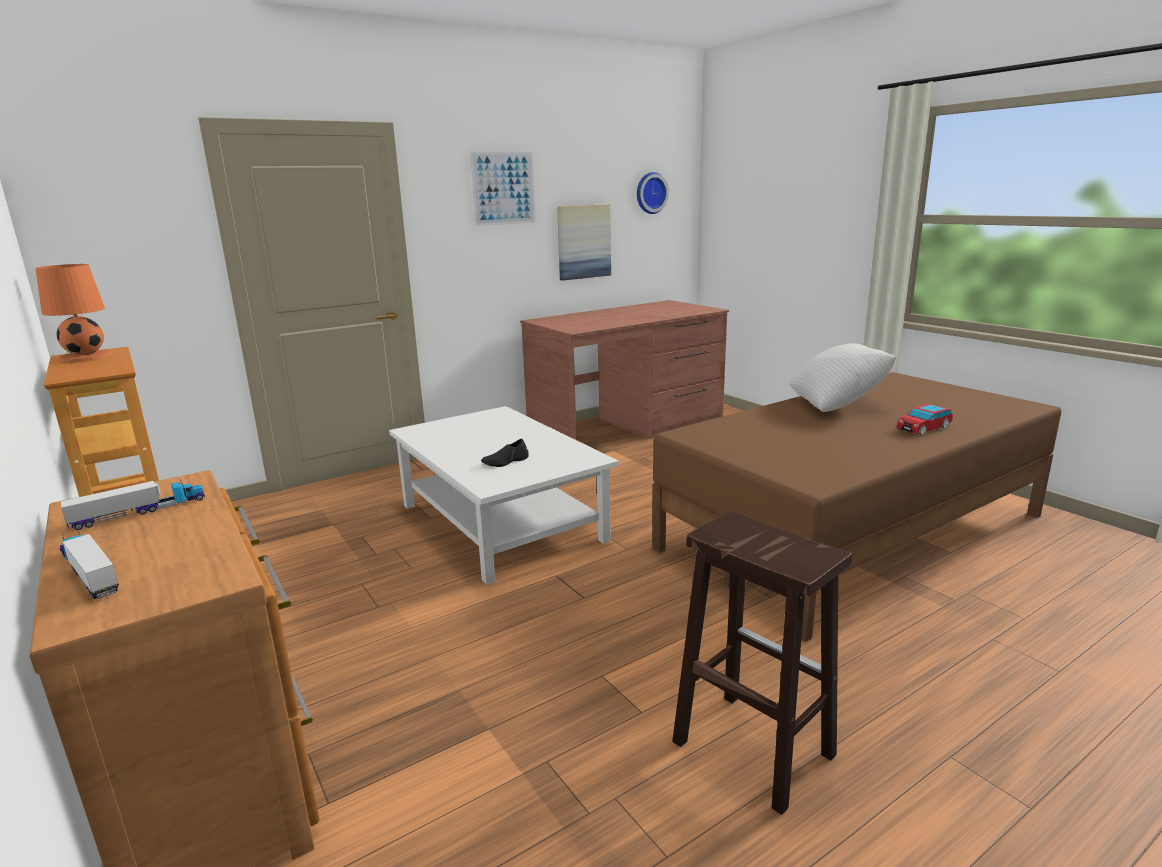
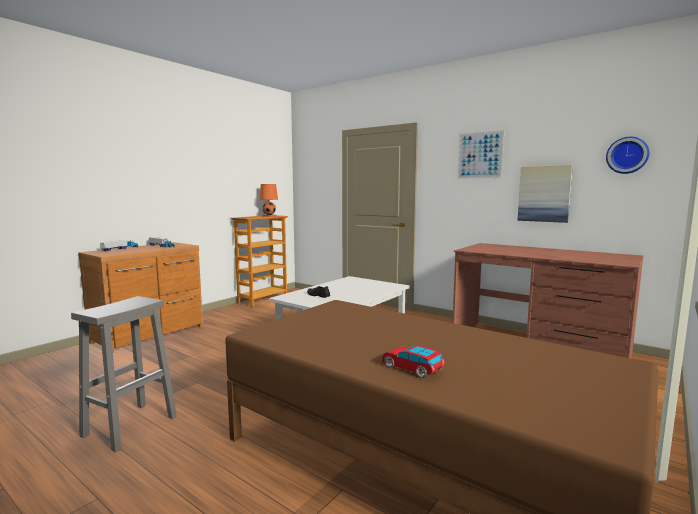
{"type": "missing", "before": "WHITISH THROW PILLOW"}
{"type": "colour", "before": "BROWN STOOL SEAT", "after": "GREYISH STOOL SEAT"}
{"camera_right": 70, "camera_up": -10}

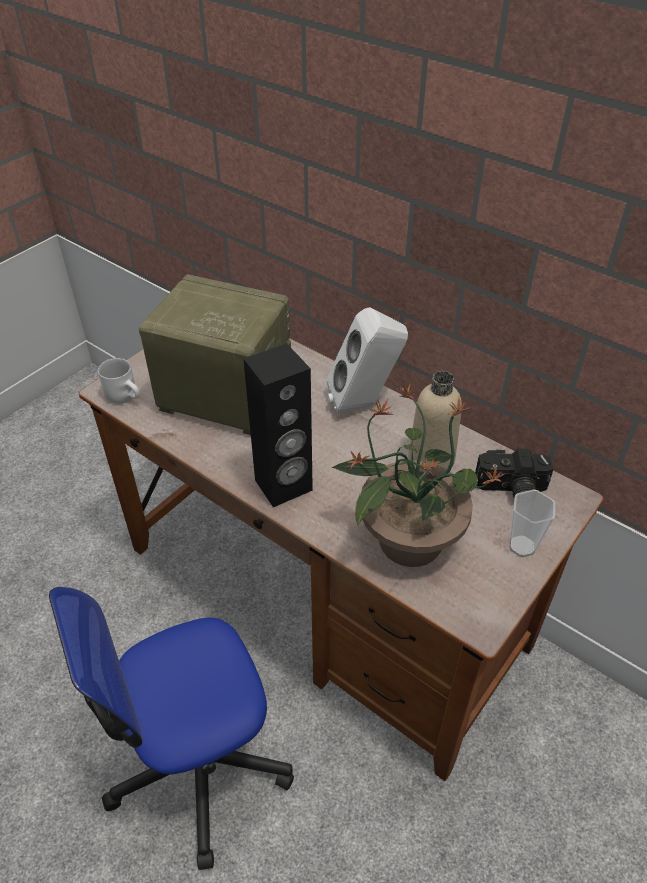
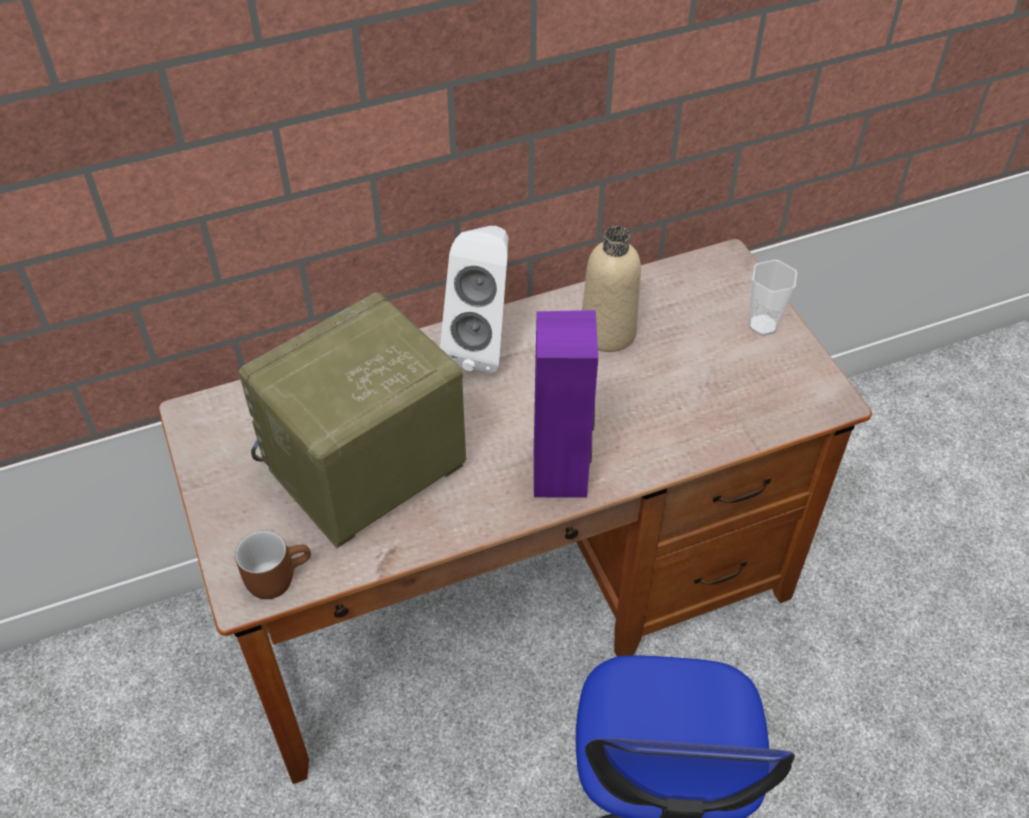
{"type": "missing", "before": "PLANT IN A POT"}
{"type": "missing", "before": "STILL CAMERA"}
{"type": "colour", "before": "WHITISH TEA MUG", "after": "BROWN TEA MUG"}
{"type": "colour", "before": "BLACK AUDIO SPEAKER", "after": "PURPLISH AUDIO SPEAKER"}
{"camera_right": -60, "camera_up": 5}

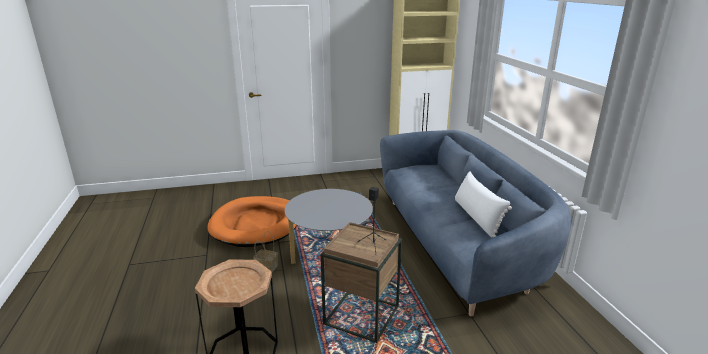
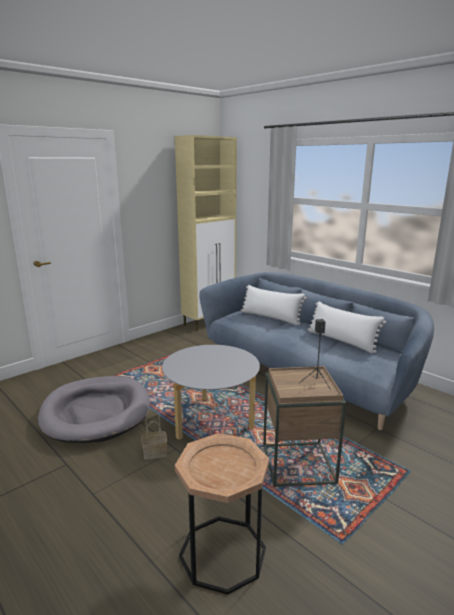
{"type": "appeared", "after": "WHITISH THROW PILLOW (no. 1 from left)"}
{"type": "colour", "before": "ORANGEY DOG BED", "after": "GREYISH DOG BED"}
{"camera_right": -30, "camera_up": -5}

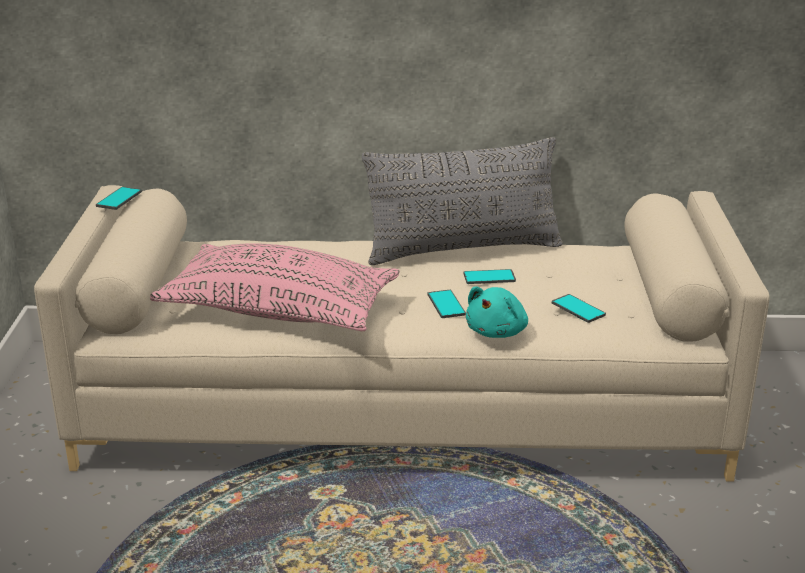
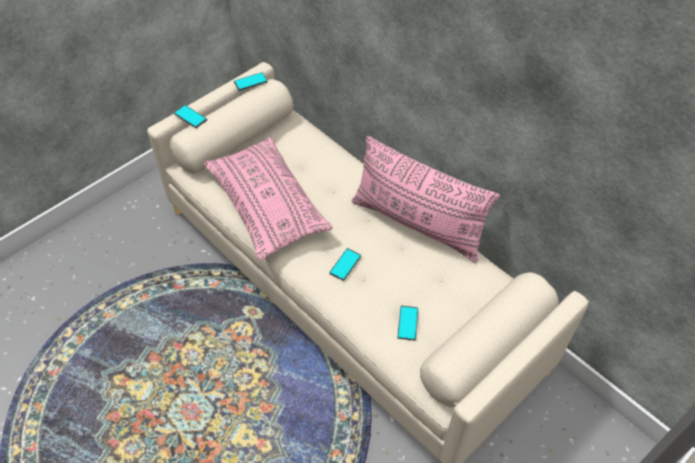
{"type": "missing", "before": "TURQUOISE CUDDLY TOY"}
{"type": "relocated", "before": "PHONE (no. 3 from left in the first image)", "after": "PHONE (no. 1 from left)"}
{"type": "colour", "before": "GREYISH THROW PILLOW", "after": "PINKISH THROW PILLOW (no. 2 from left)"}
{"camera_right": 45, "camera_up": 25}

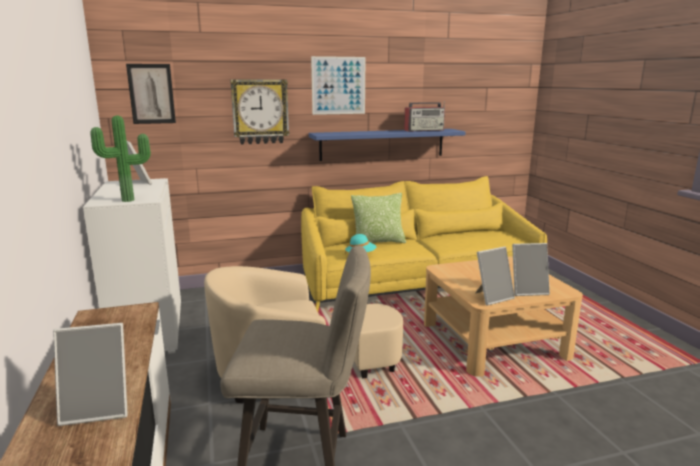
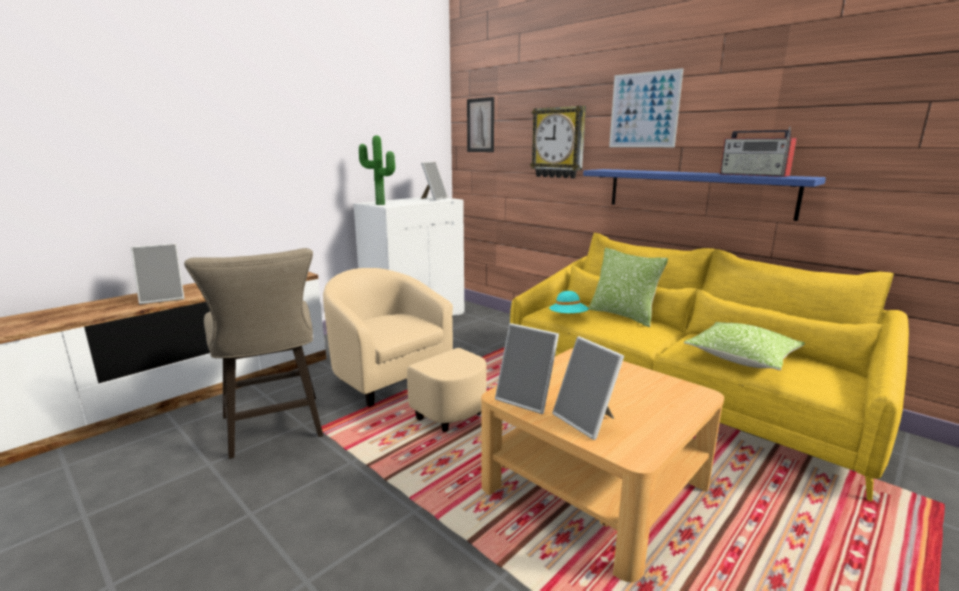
{"type": "appeared", "after": "THROW PILLOW (no. 2 from left)"}
{"type": "spun", "before": "STANDING FRAME (no. 1 from left)", "turn": -75}
{"camera_right": 60, "camera_up": 0}

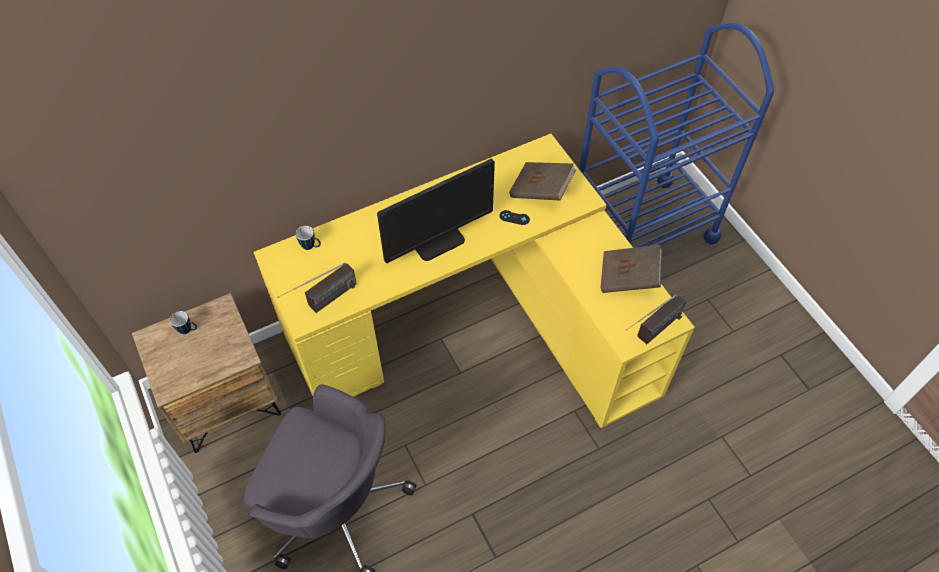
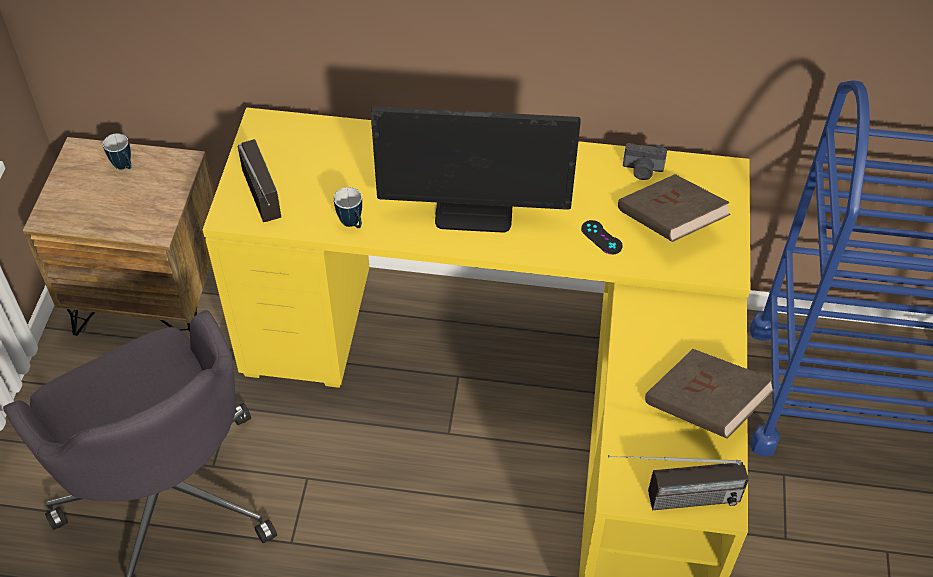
{"type": "appeared", "after": "STILL CAMERA"}
{"type": "relocated", "before": "TEA MUG (no. 2 from left)"}
{"type": "spun", "before": "RADIO SET (no. 1 from left)", "turn": -105}
{"camera_right": 35, "camera_up": -5}

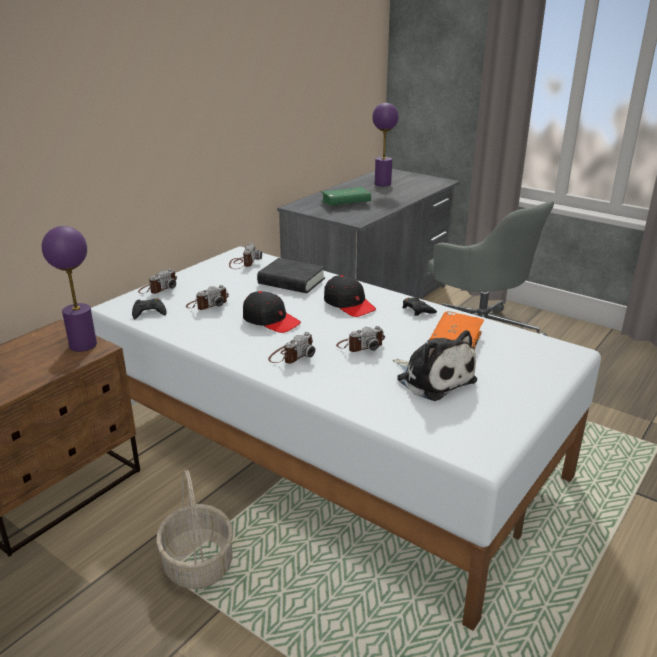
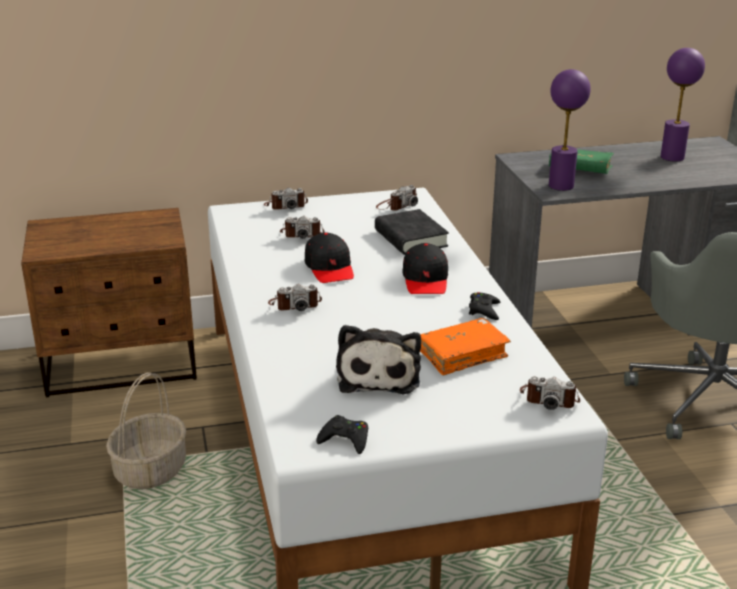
{"type": "relocated", "before": "PURPLISH TABLE LAMP (no. 1 from left)"}
{"type": "relocated", "before": "BLACK GAMEPAD (no. 1 from left)"}
{"type": "relocated", "before": "STILL CAMERA (no. 5 from left)"}
{"camera_right": 40, "camera_up": 0}

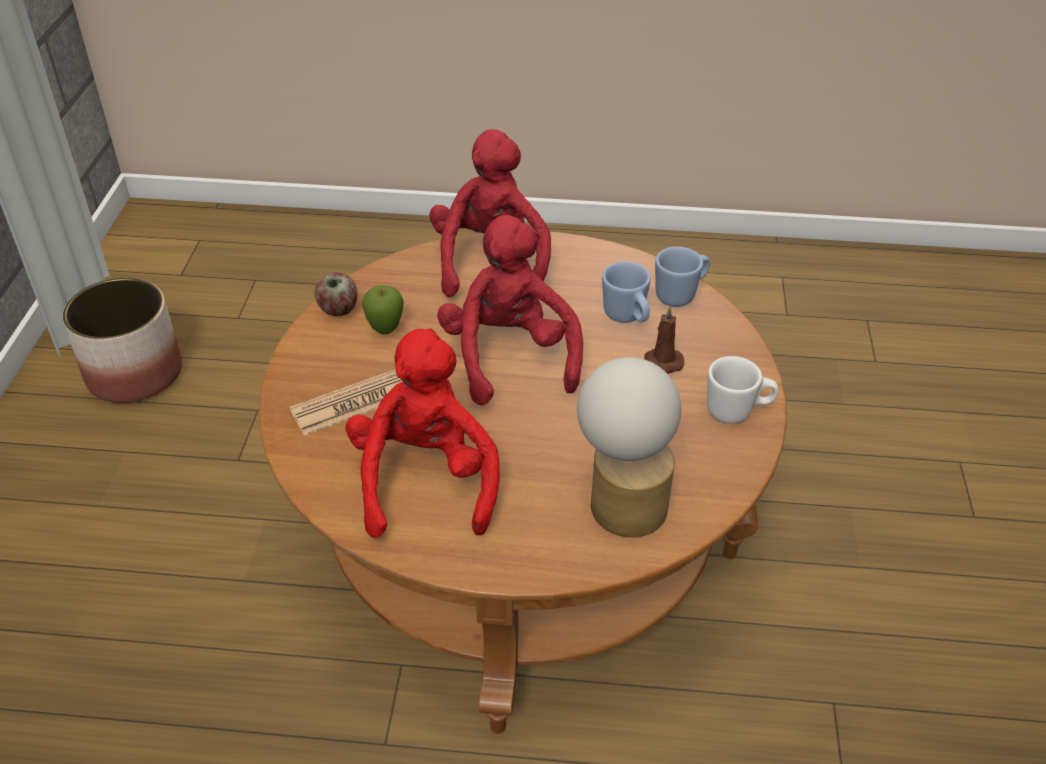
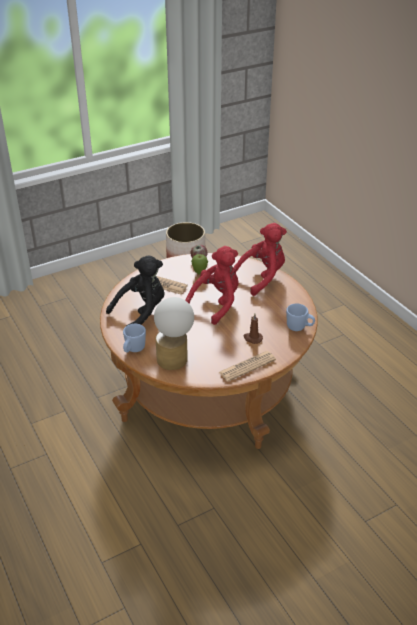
{"type": "relocated", "before": "BLUE-COLOURED TEA MUG (no. 1 from left)"}
{"type": "exchanged", "before": "WHITISH TEA MUG", "after": "DAILY PAPER (no. 2 from left)"}
{"type": "colour", "before": "RED-COLOURED CUDDLY TOY (no. 1 from left)", "after": "BLACK CUDDLY TOY"}
{"camera_right": 55, "camera_up": -5}

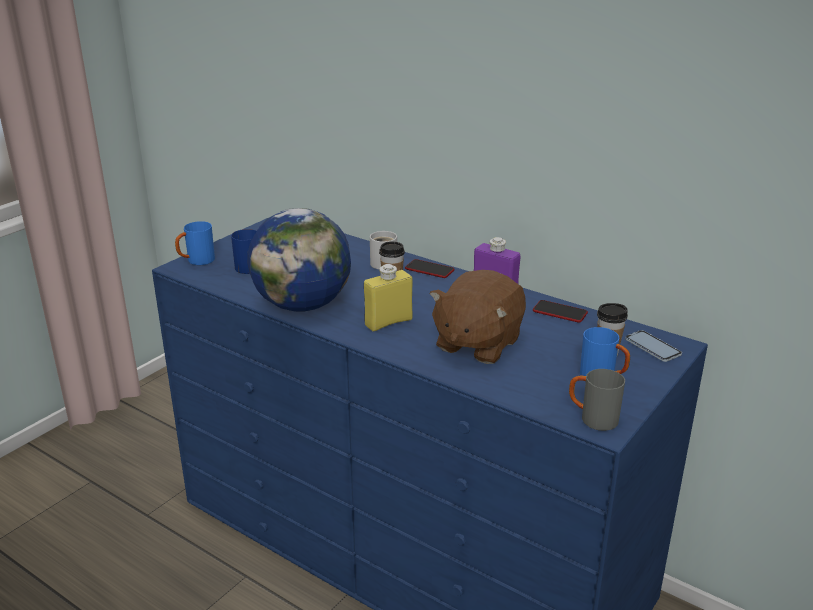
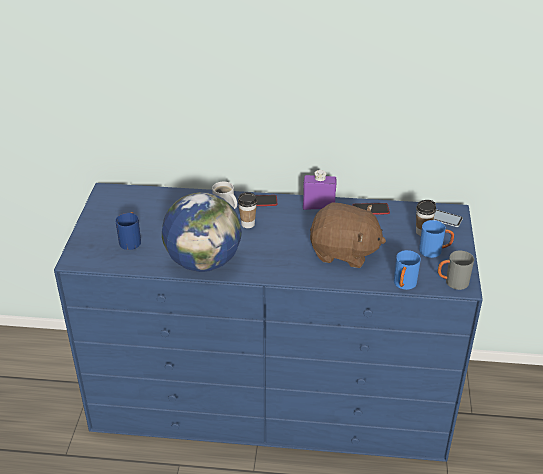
{"type": "missing", "before": "YELLOW BOTTLE"}
{"type": "relocated", "before": "BLUE-COLOURED TEA MUG (no. 1 from left in the first image)", "after": "BLUE-COLOURED TEA MUG (no. 2 from left)"}
{"type": "spun", "before": "BROWN CUDDLY TOY", "turn": -75}
{"camera_right": -30, "camera_up": 10}

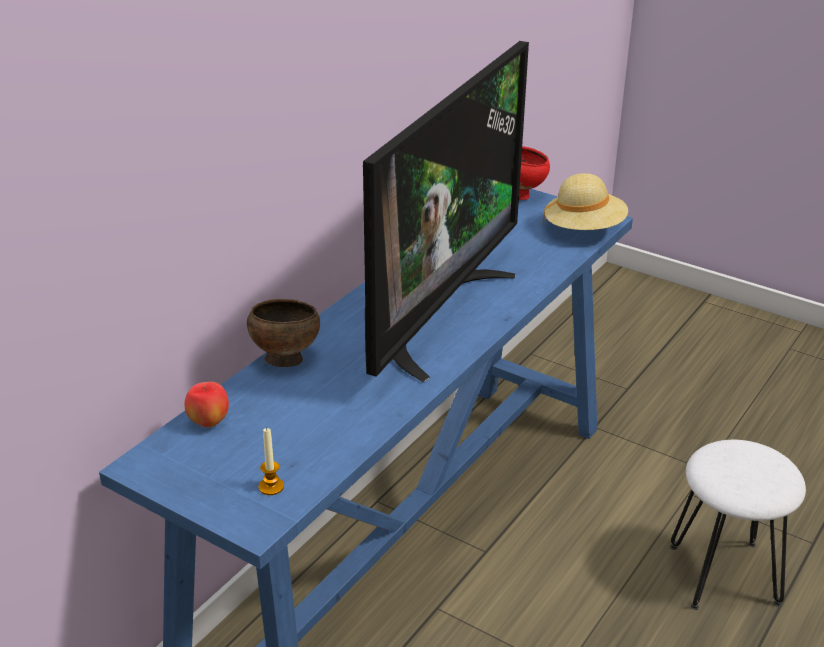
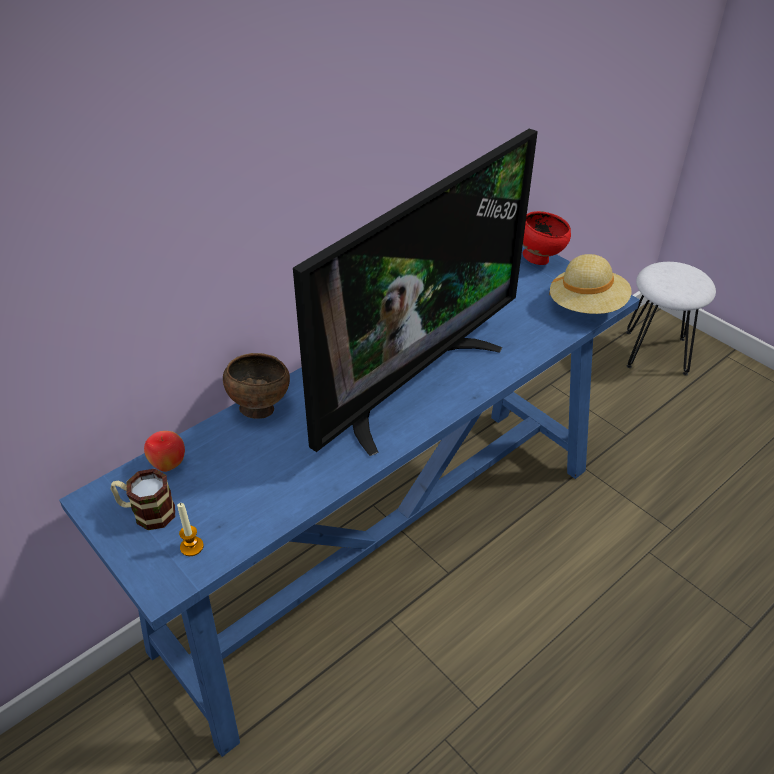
{"type": "appeared", "after": "TEA MUG"}
{"type": "relocated", "before": "WHITISH STOOL SEAT"}
{"camera_right": 15, "camera_up": 10}

